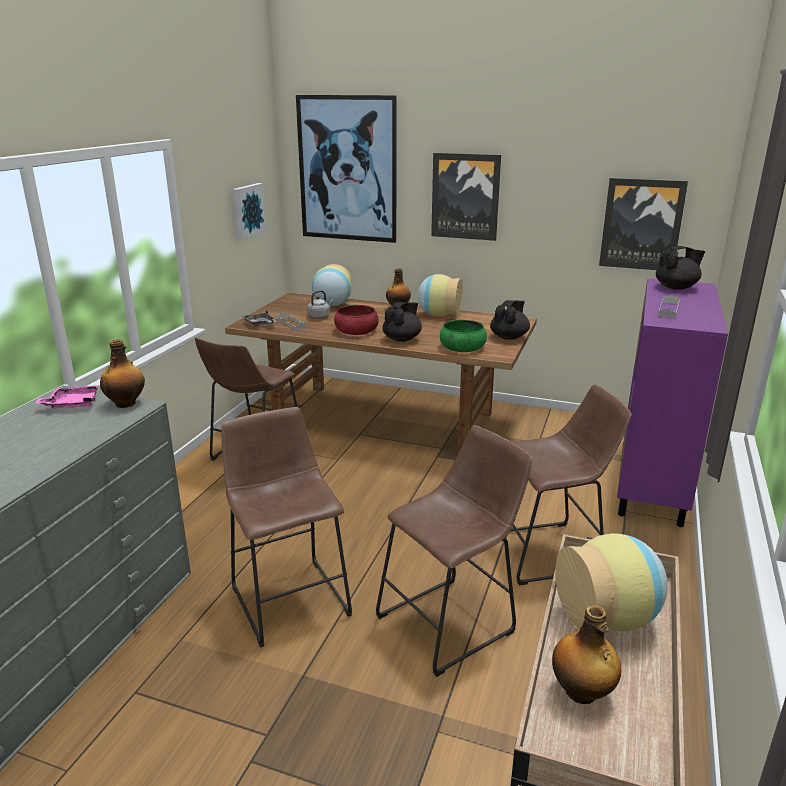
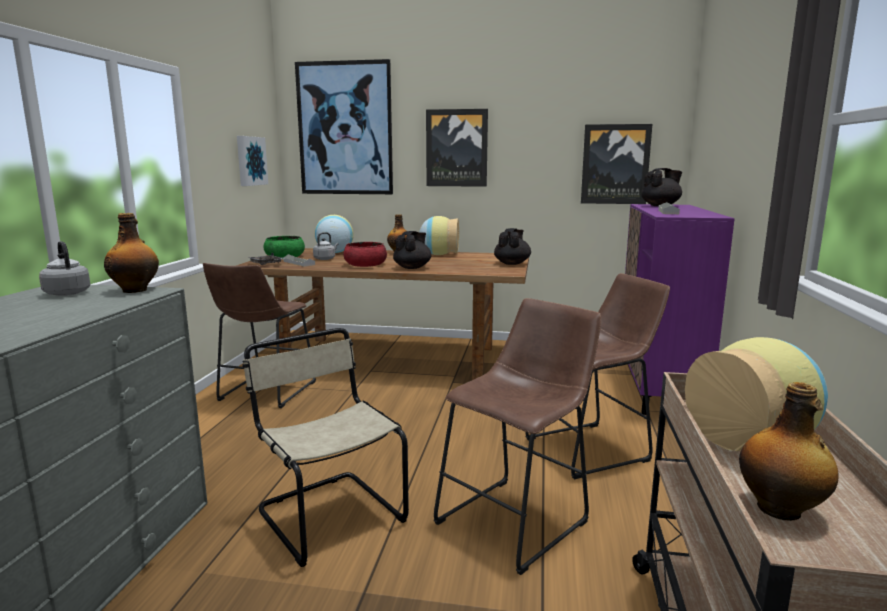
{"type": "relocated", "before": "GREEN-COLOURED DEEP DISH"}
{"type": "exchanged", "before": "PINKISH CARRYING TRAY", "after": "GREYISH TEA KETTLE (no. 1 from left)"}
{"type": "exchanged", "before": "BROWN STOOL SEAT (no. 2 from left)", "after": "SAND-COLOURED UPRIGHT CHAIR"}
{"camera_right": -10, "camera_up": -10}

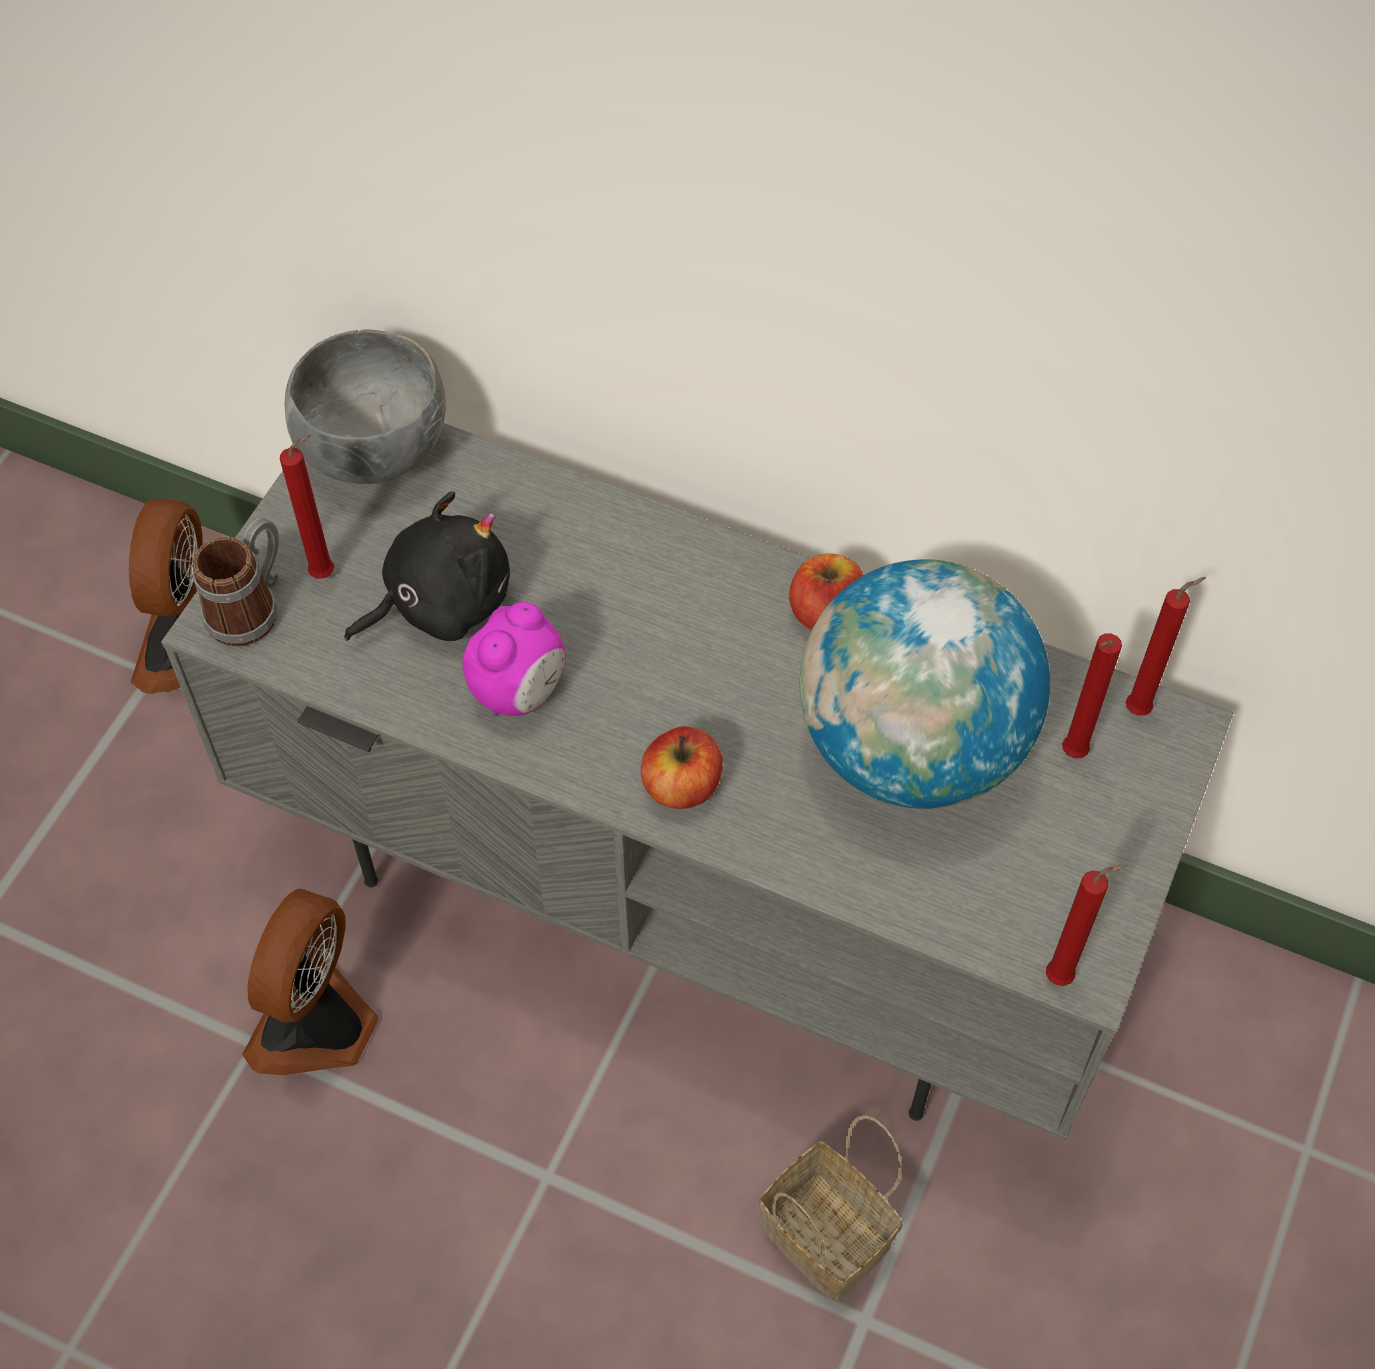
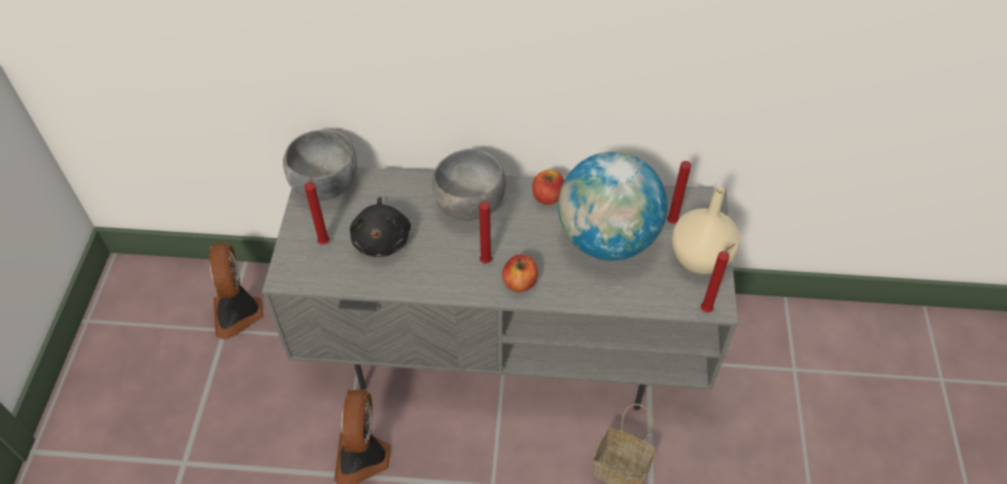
{"type": "missing", "before": "TEA MUG"}
{"type": "missing", "before": "BEDSIDE CLOCK"}
{"type": "appeared", "after": "GREYISH DEEP DISH (no. 2 from left)"}
{"type": "appeared", "after": "SAND-COLOURED DECORATIVE VASE"}
{"type": "relocated", "before": "RED-COLOURED CANDLE (no. 4 from left in the first image)", "after": "RED-COLOURED CANDLE (no. 2 from left)"}
{"type": "spun", "before": "BLACK CUDDLY TOY", "turn": 135}
{"camera_right": -20, "camera_up": -5}

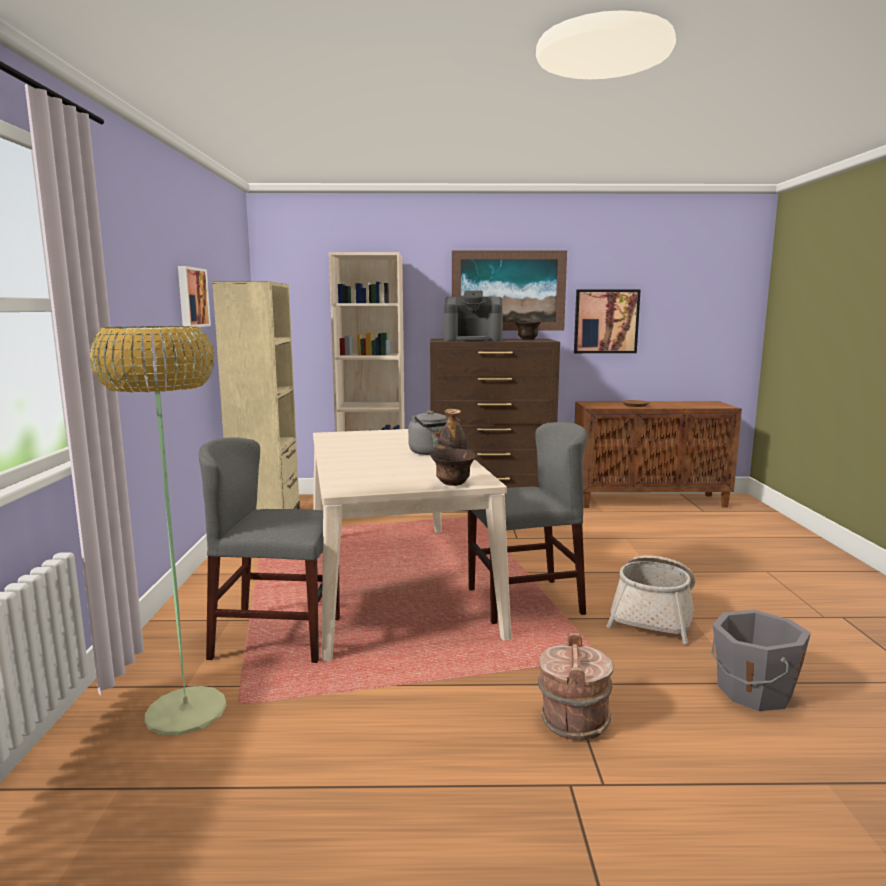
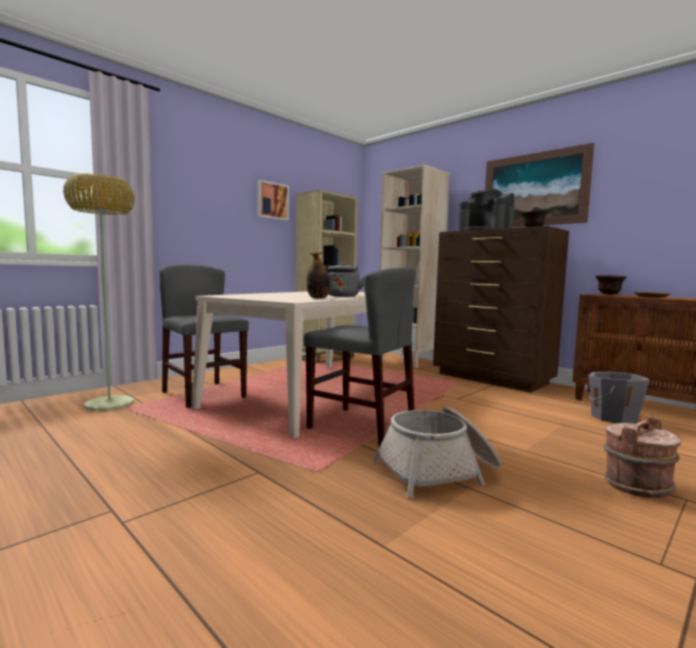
{"type": "missing", "before": "PICTURE (no. 3 from left)"}
{"type": "relocated", "before": "BROWN DEEP DISH (no. 1 from left in the first image)", "after": "BROWN DEEP DISH (no. 2 from left)"}
{"type": "relocated", "before": "BROWN BUCKET"}
{"type": "relocated", "before": "GREYISH BUCKET"}
{"camera_right": 45, "camera_up": -5}

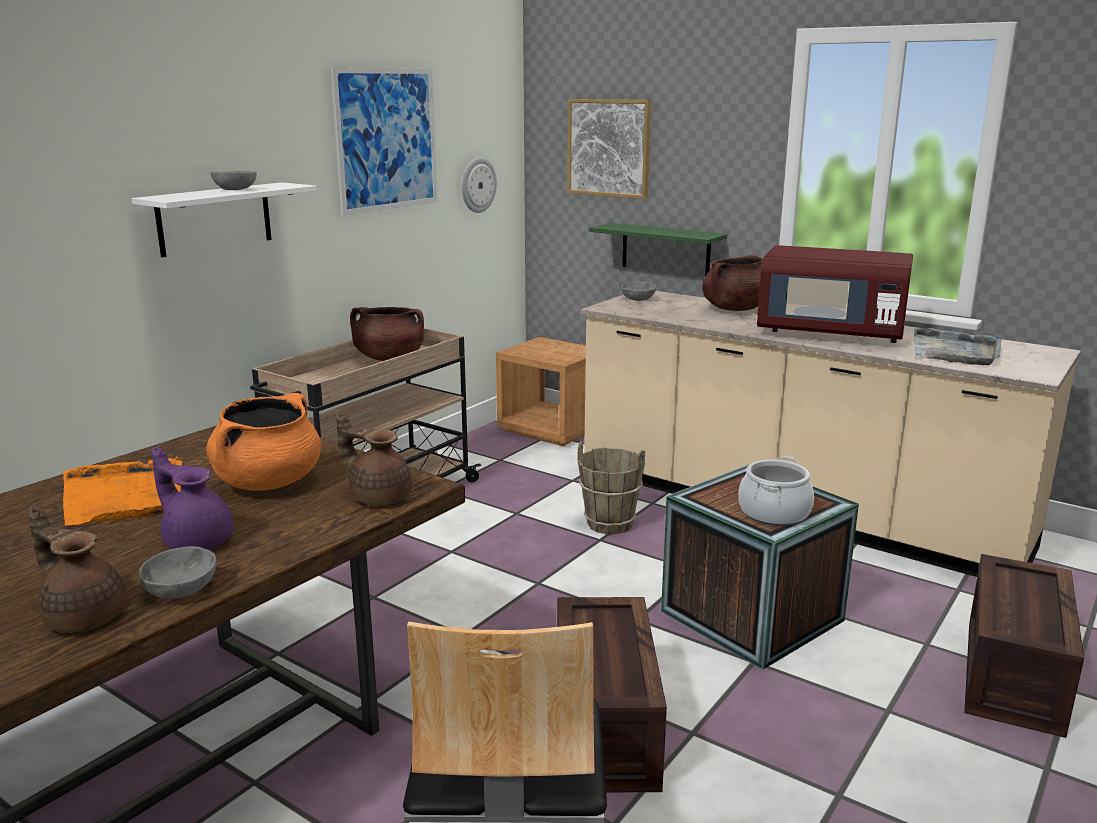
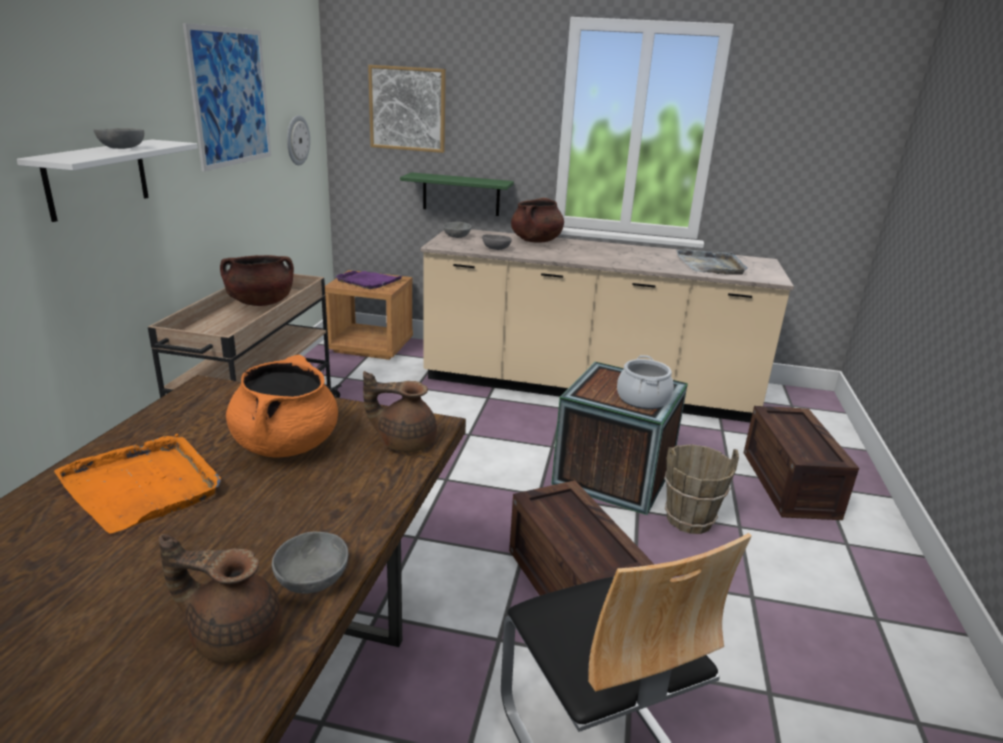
{"type": "missing", "before": "PURPLISH TEAPOT"}
{"type": "missing", "before": "RED-COLOURED KITCHEN MICROWAVE"}
{"type": "appeared", "after": "PURPLISH CARRYING TRAY"}
{"type": "appeared", "after": "GREYISH DEEP DISH (no. 4 from left)"}
{"type": "relocated", "before": "BROWN BUCKET"}
{"camera_right": -25, "camera_up": 5}

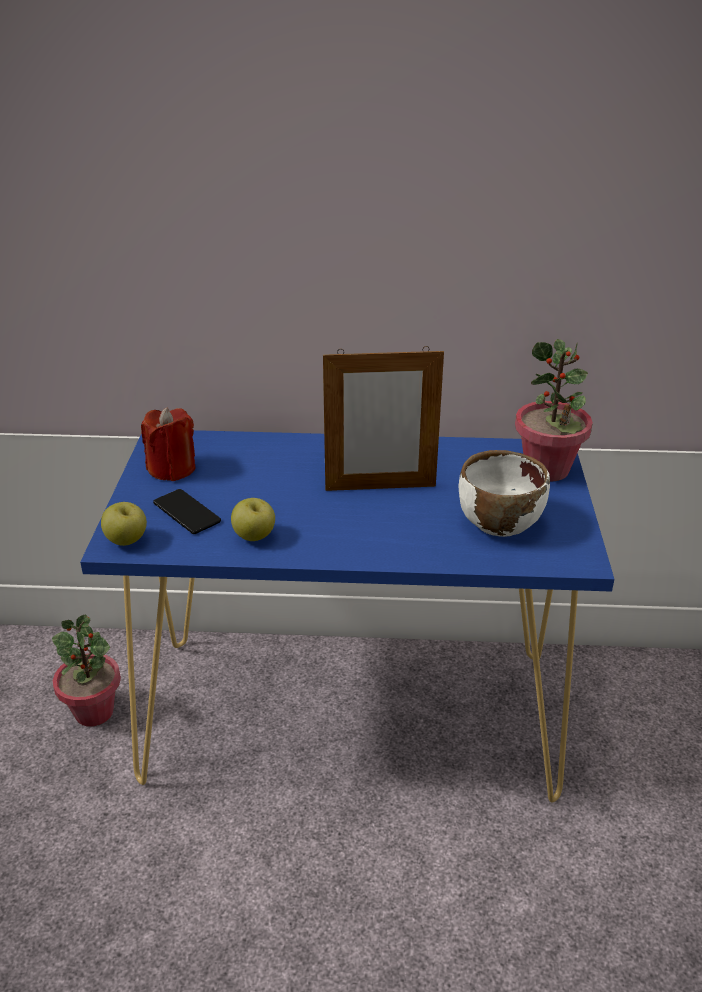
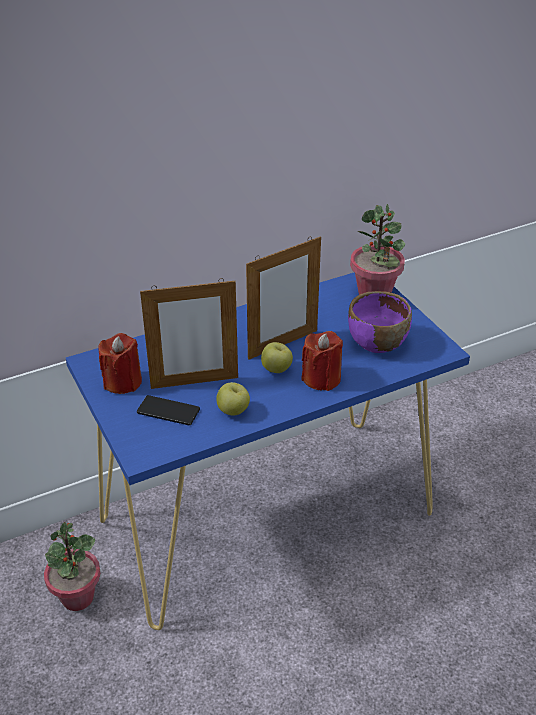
{"type": "appeared", "after": "STANDING FRAME (no. 1 from left)"}
{"type": "appeared", "after": "RED-COLOURED CANDLE (no. 2 from left)"}
{"type": "relocated", "before": "WHOLE APPLE (no. 1 from left in the first image)", "after": "WHOLE APPLE (no. 2 from left)"}
{"type": "colour", "before": "WHITISH DEEP DISH", "after": "PURPLISH DEEP DISH"}
{"camera_right": -30, "camera_up": 5}

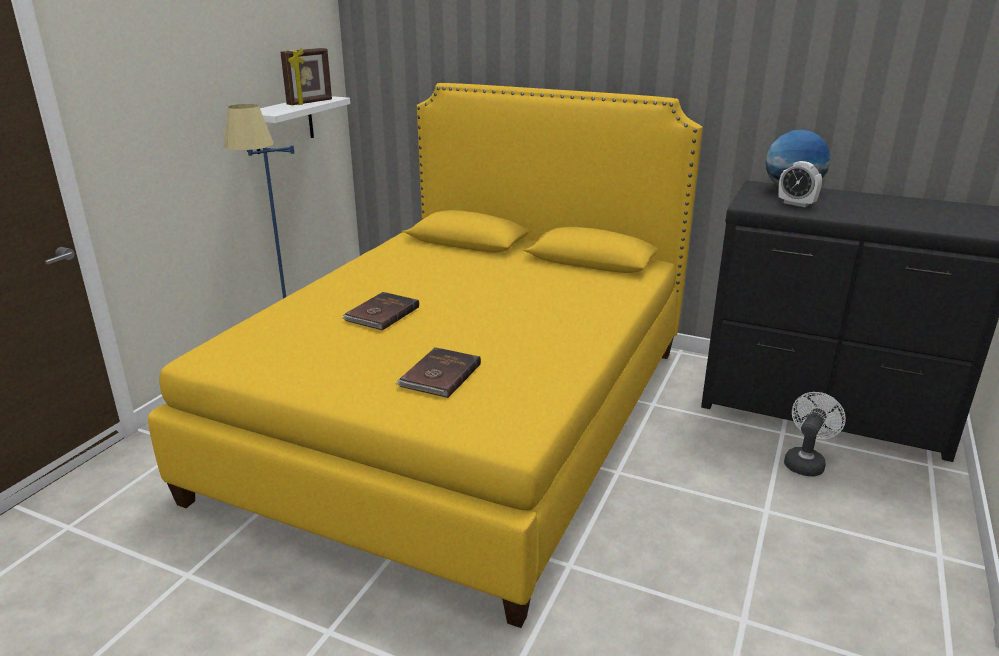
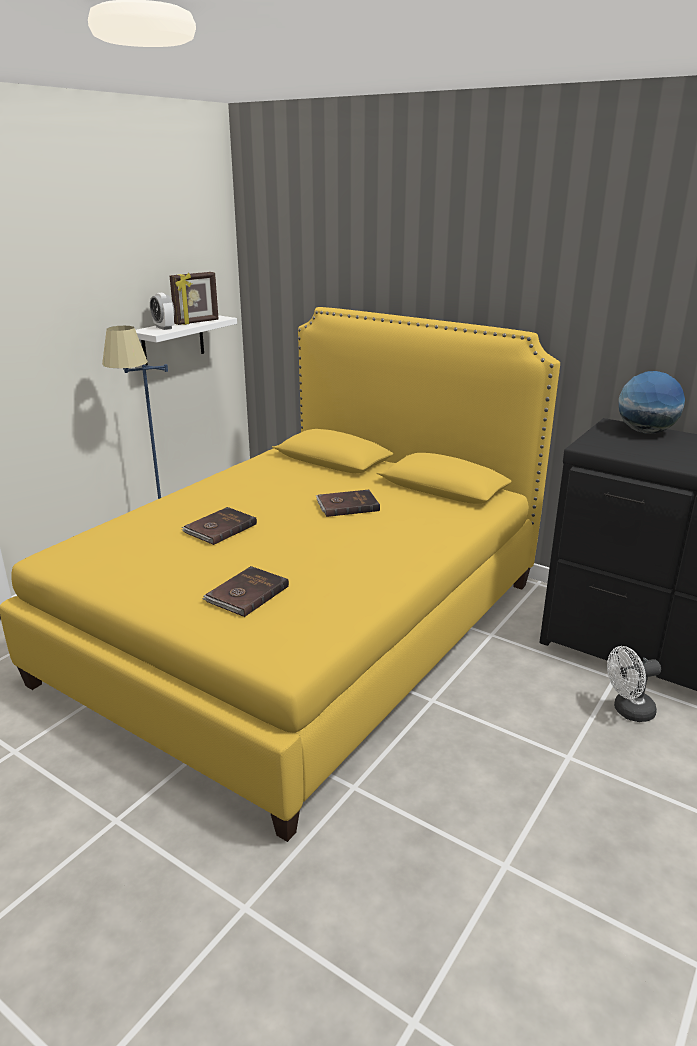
{"type": "appeared", "after": "BROWN VOLUME (no. 3 from left)"}
{"type": "relocated", "before": "BEDSIDE CLOCK"}
{"type": "spun", "before": "WHITISH ELECTRIC FAN", "turn": -150}
{"camera_right": 10, "camera_up": 0}

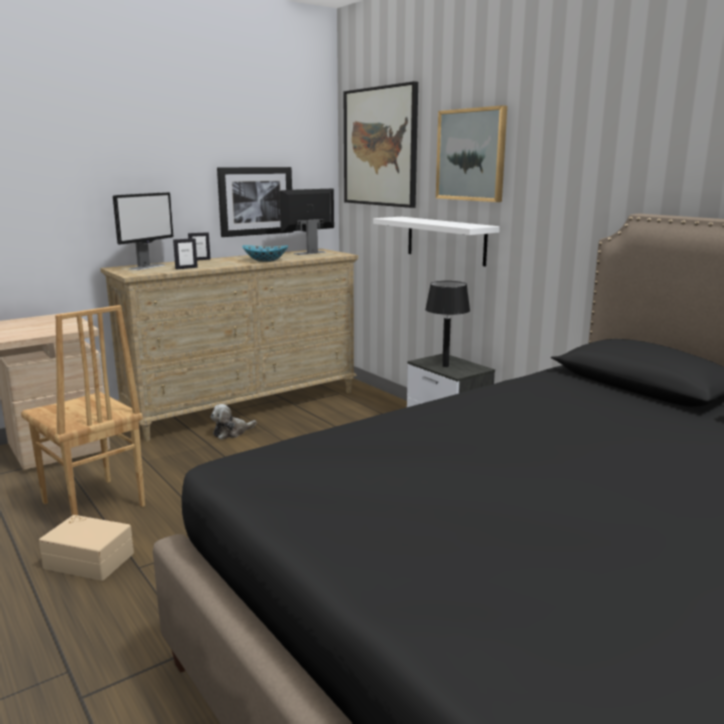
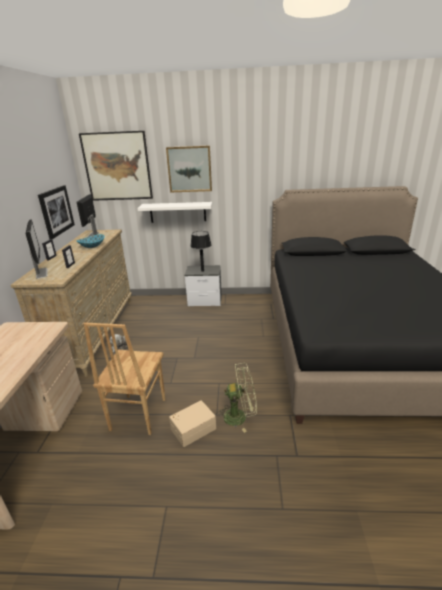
{"type": "appeared", "after": "GREEN-COLOURED ELECTRIC FAN"}
{"type": "spun", "before": "BROWN UPRIGHT CHAIR", "turn": 105}
{"camera_right": -50, "camera_up": 10}

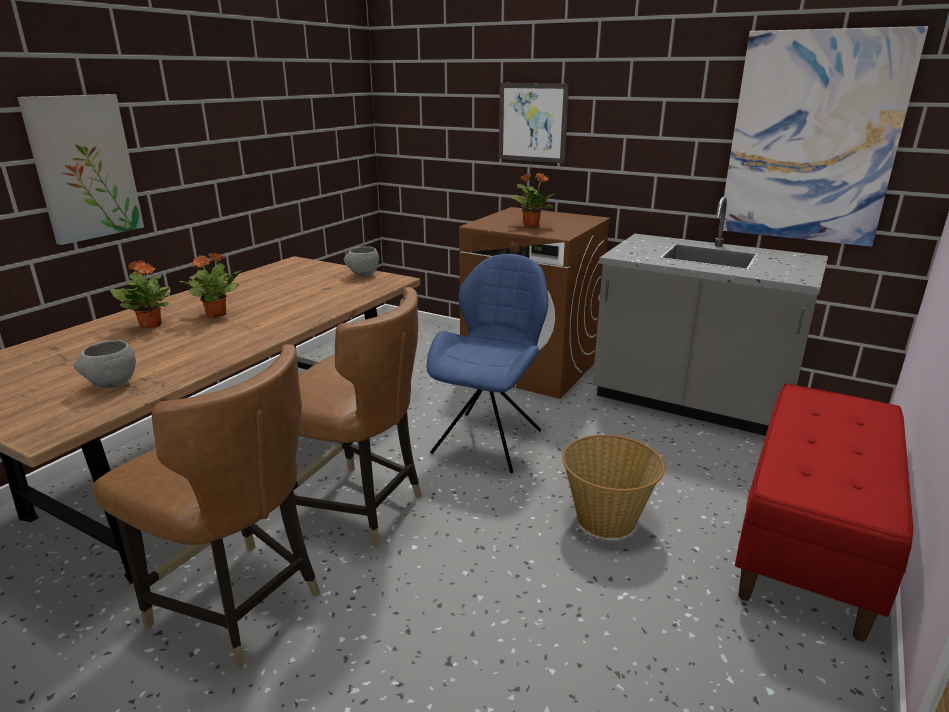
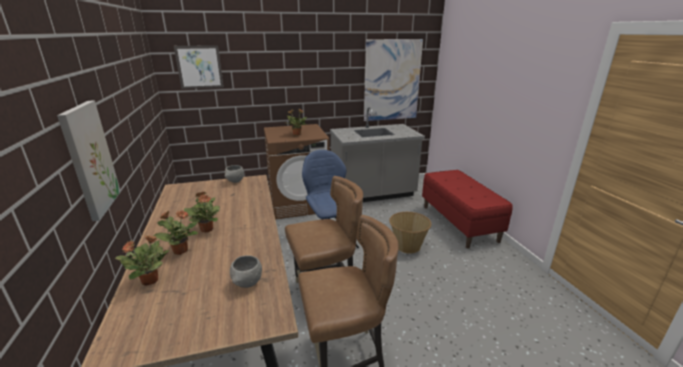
{"type": "appeared", "after": "PLANT IN A POT (no. 1 from left)"}
{"type": "relocated", "before": "PICTURE (no. 2 from left)"}
{"camera_right": -45, "camera_up": 0}

